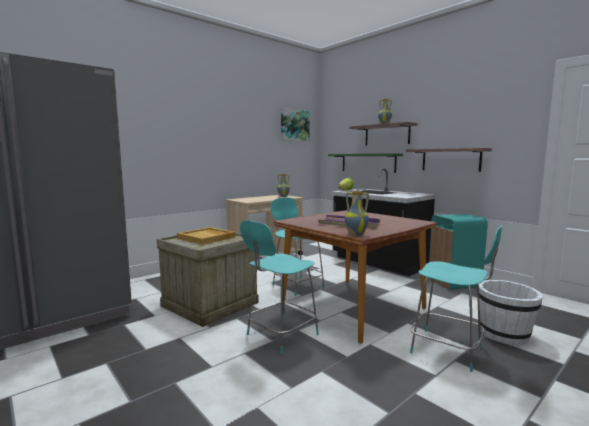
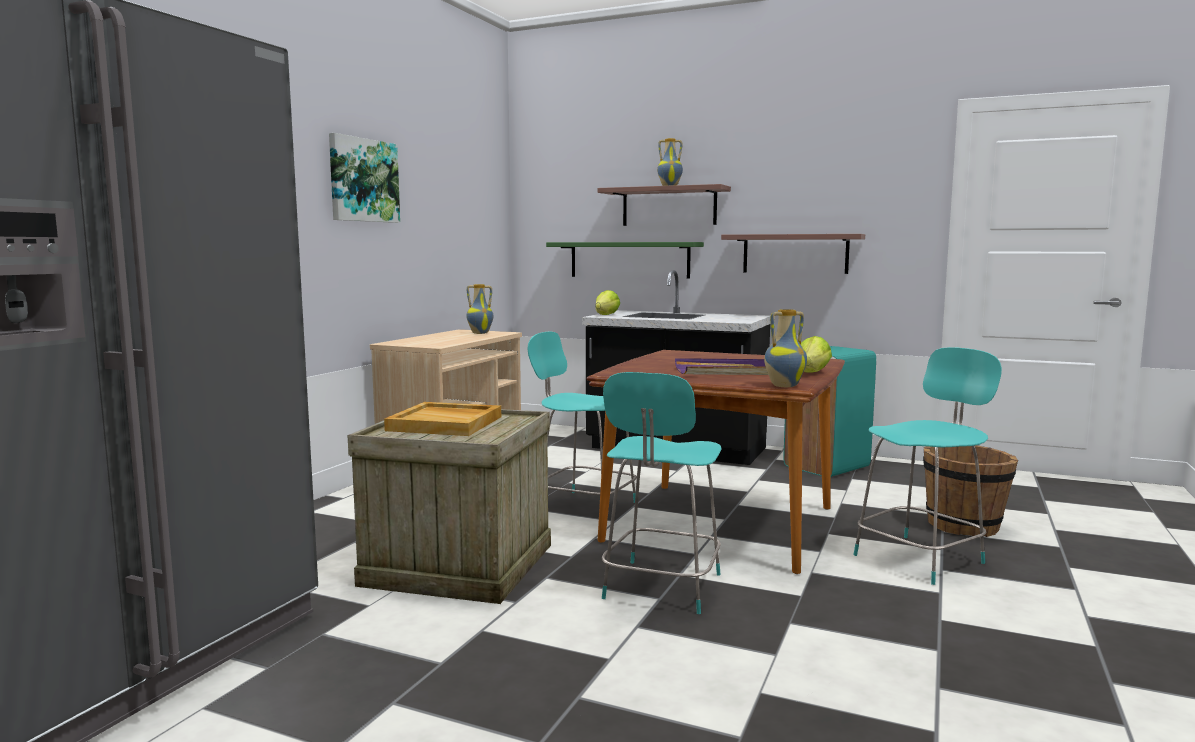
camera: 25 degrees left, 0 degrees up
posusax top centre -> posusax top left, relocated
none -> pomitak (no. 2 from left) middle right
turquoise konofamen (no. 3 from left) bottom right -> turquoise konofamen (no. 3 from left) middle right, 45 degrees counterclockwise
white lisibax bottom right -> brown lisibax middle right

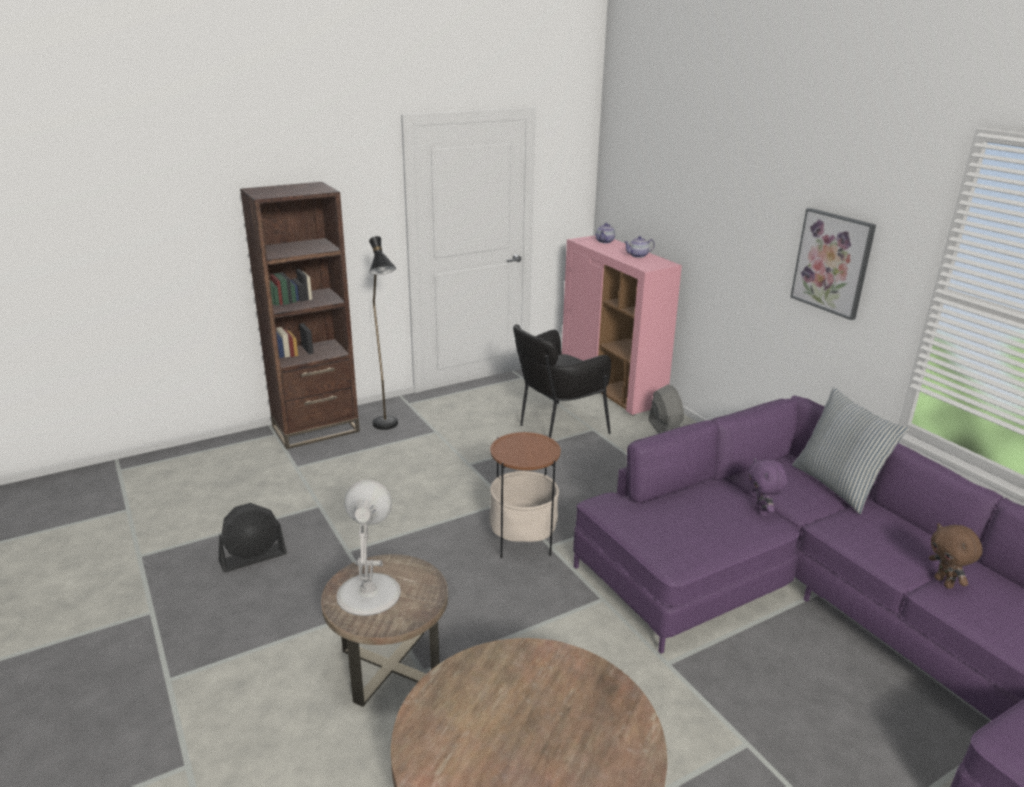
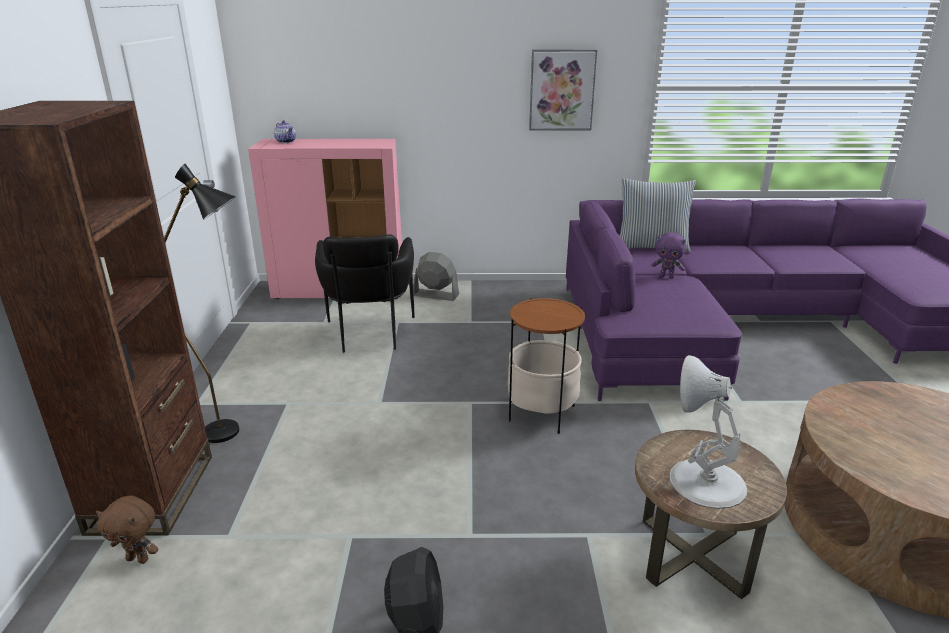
camera: 60 degrees left, 0 degrees up
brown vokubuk bottom right -> brown vokubuk bottom left, relocated
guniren (no. 2 from left) top centre -> none

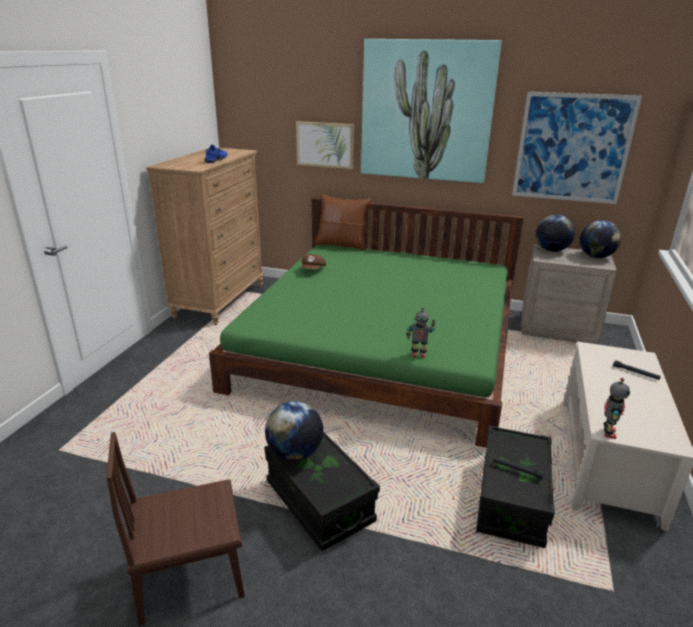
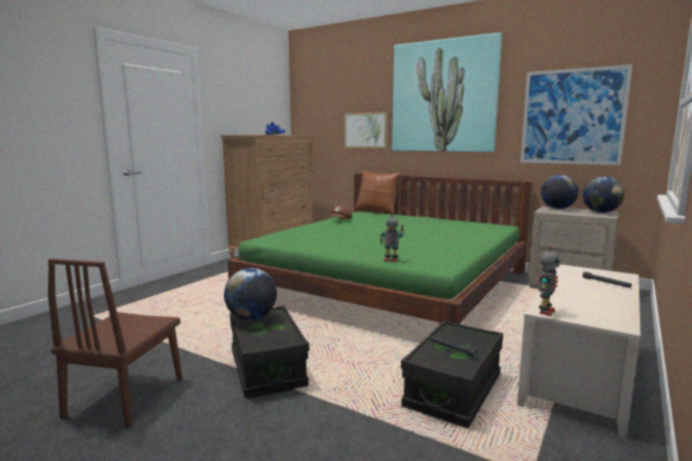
camera: 15 degrees right, 15 degrees down
brown konofamen bottom left, 75 degrees counterclockwise

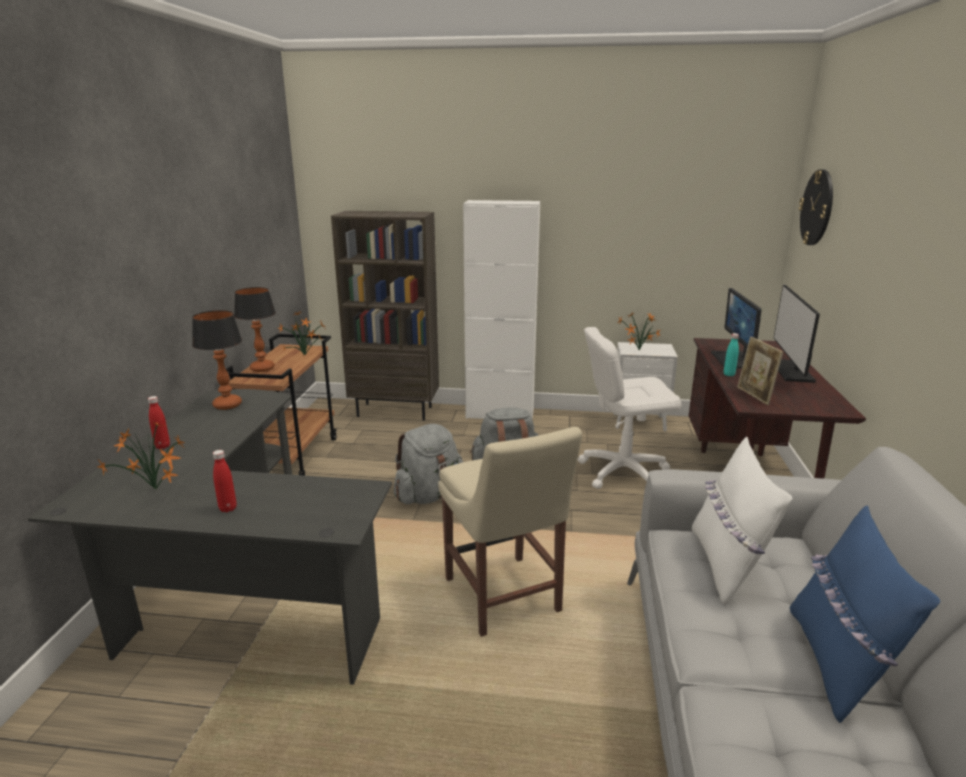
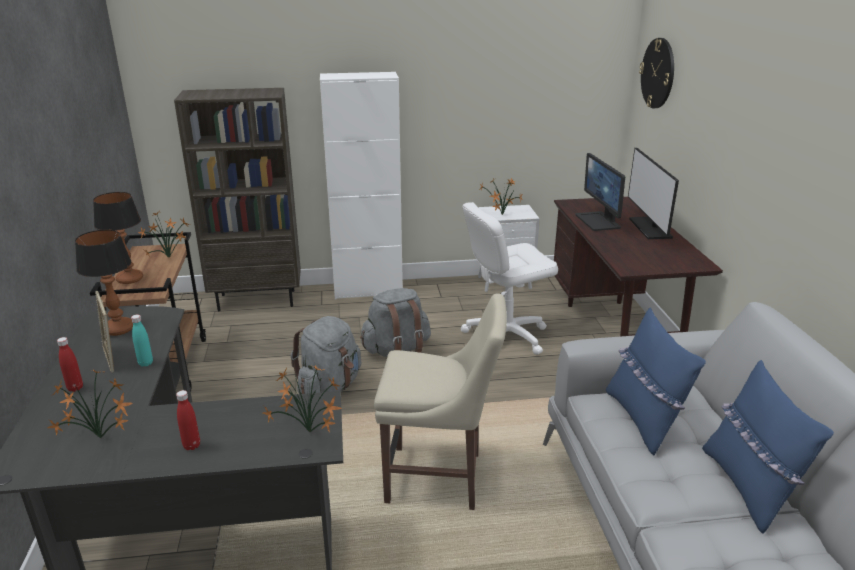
camera: 15 degrees left, 5 degrees up
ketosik middle right -> ketosik middle left, relocated
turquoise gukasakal middle right -> turquoise gukasakal middle left, relocated
none -> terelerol (no. 3 from left) bottom centre
beige konofamen bottom centre, 45 degrees counterclockwise
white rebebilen bottom right -> blue rebebilen (no. 1 from left) bottom right

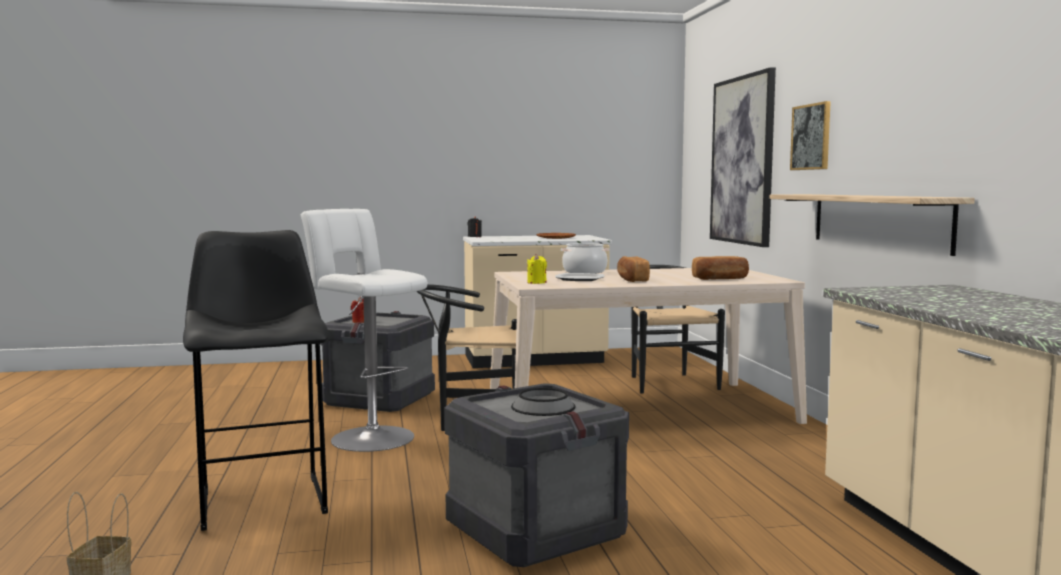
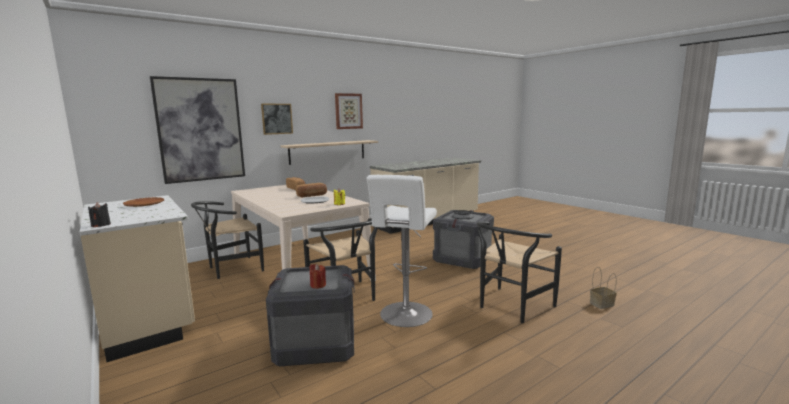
camera: 115 degrees left, 5 degrees up
none -> posusax (no. 3 from left) top centre
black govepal middle left -> black konofamen (no. 3 from left) bottom centre
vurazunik centre -> none

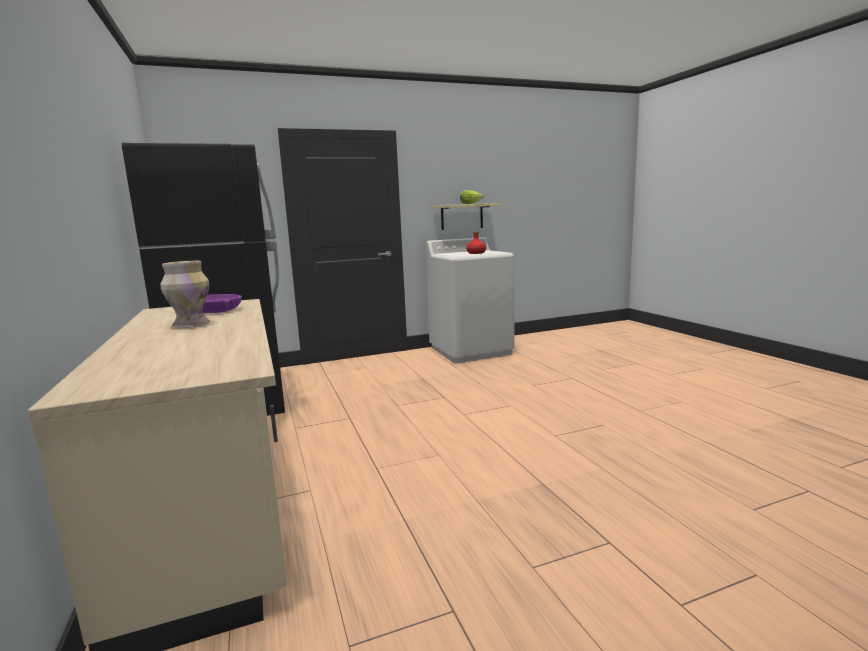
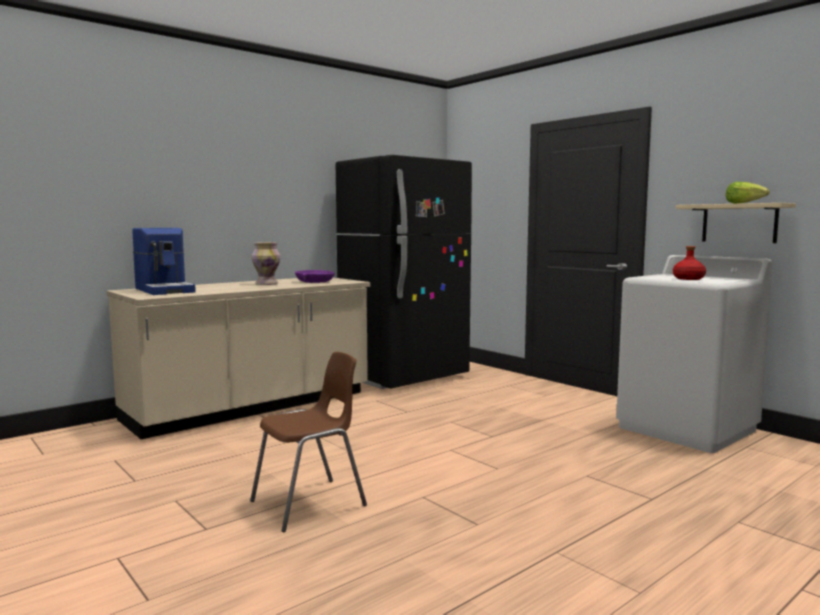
camera: 70 degrees right, 5 degrees down
none -> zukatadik middle left
none -> brown konofamen bottom centre

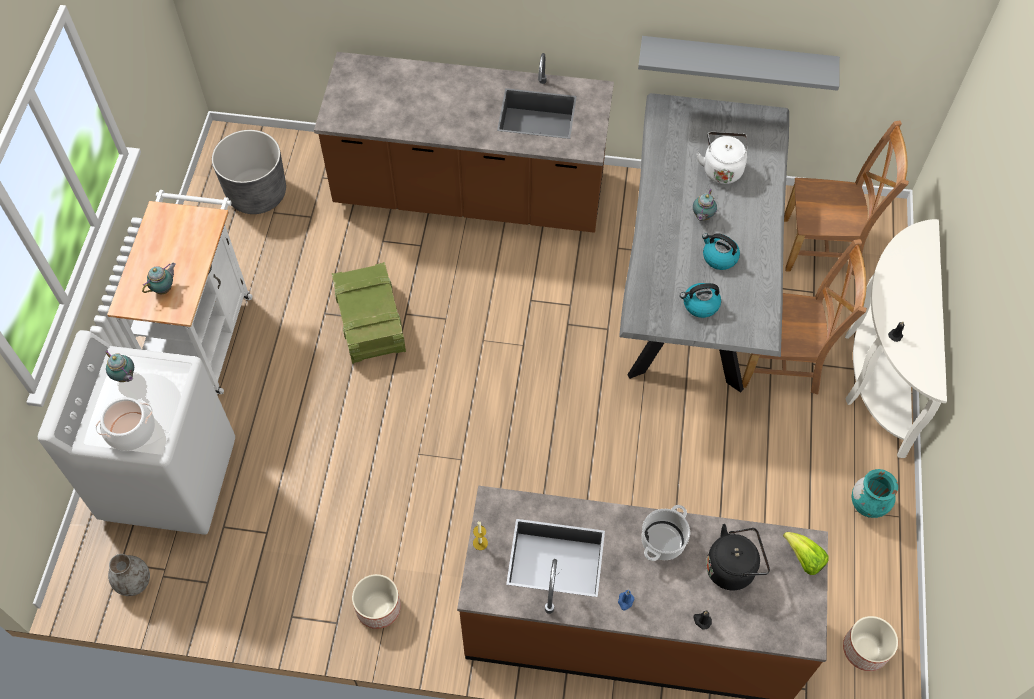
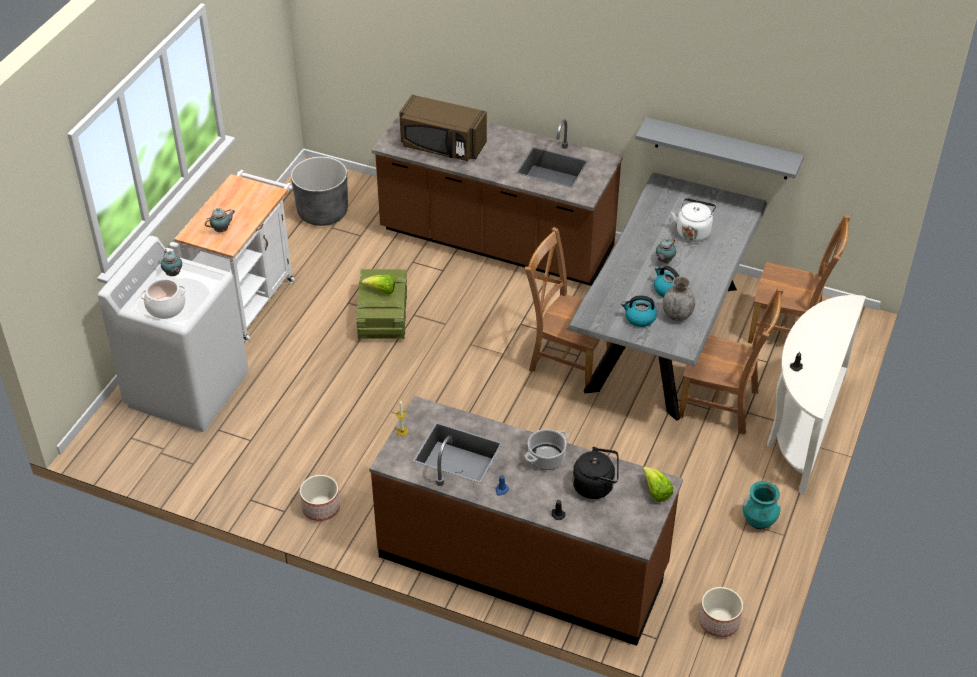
camera: 15 degrees right, 15 degrees down
none -> pomitak (no. 1 from left) centre
none -> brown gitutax top centre
none -> brown konofamen (no. 1 from left) centre
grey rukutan bottom left -> grey rukutan middle right, relocated

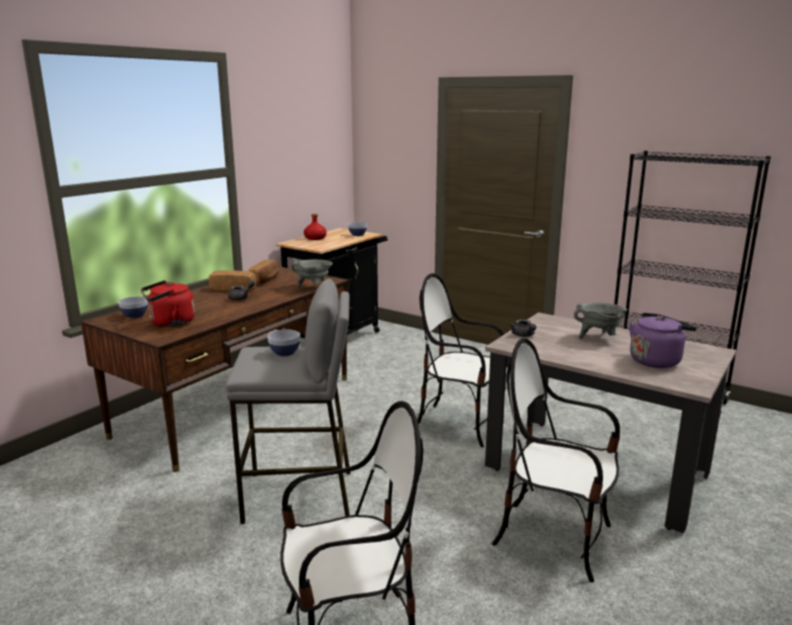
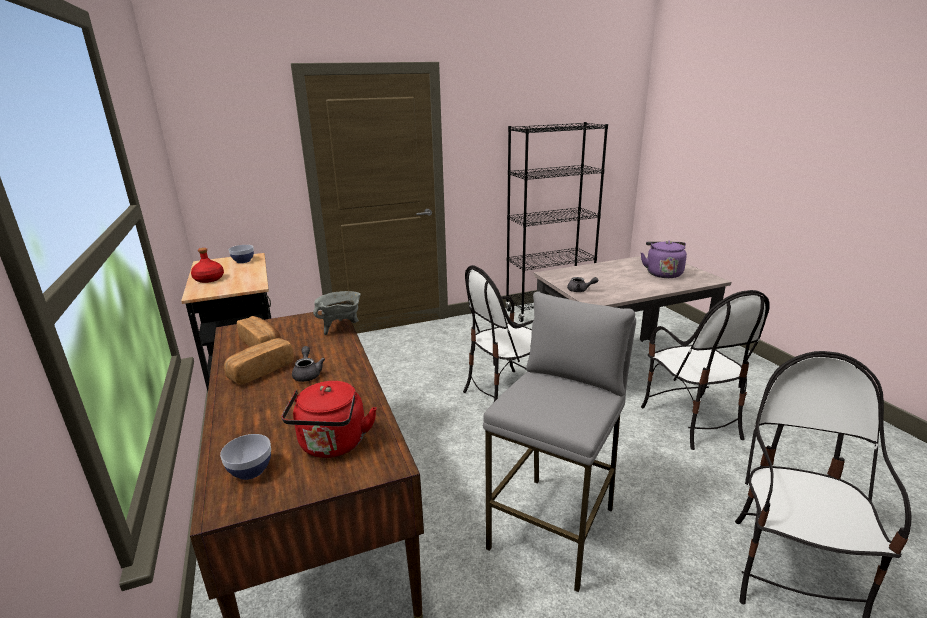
camera: 55 degrees left, 5 degrees up
konofamen (no. 3 from left in the first image) bottom right -> konofamen (no. 2 from left) middle right, 75 degrees counterclockwise
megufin (no. 2 from left) centre -> none
grey vurazunik (no. 2 from left) middle right -> none

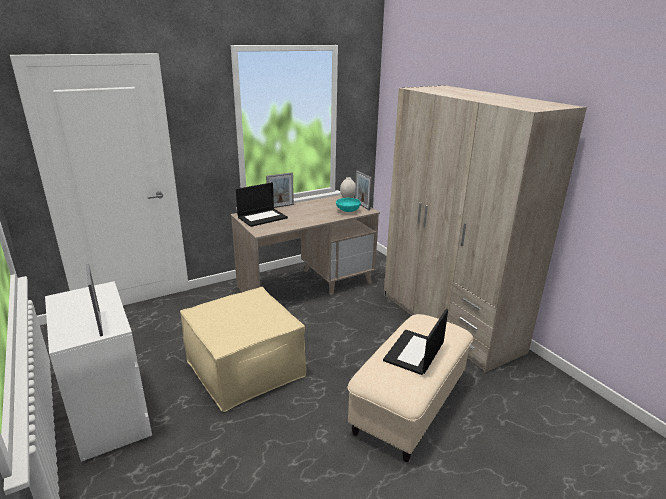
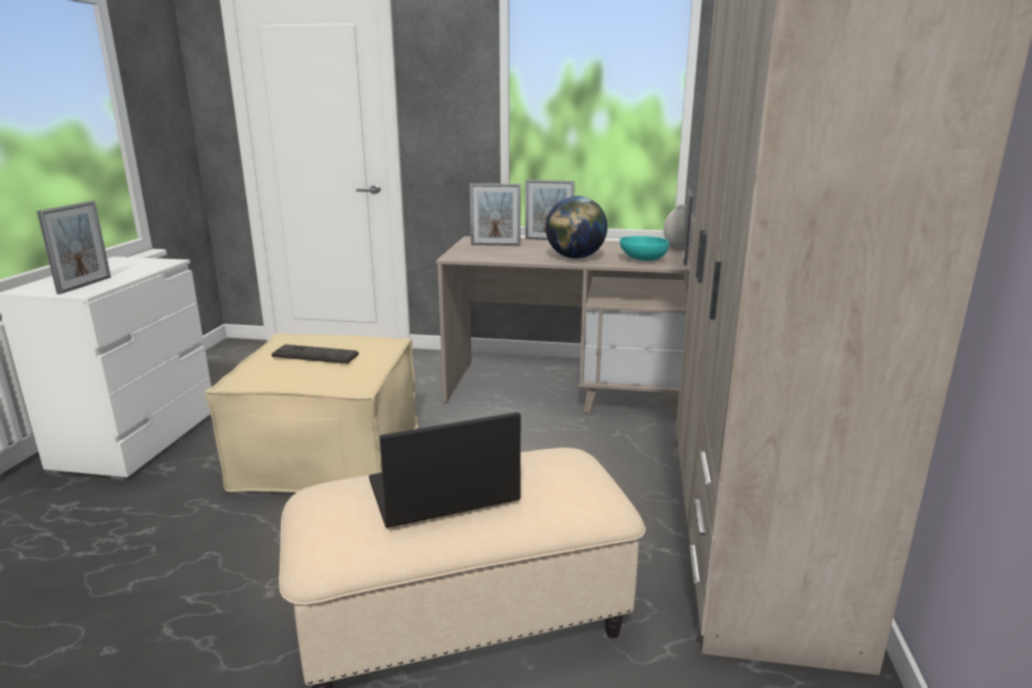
camera: 40 degrees right, 5 degrees down
none -> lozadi middle left
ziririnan (no. 1 from left) centre -> ketosik (no. 2 from left) top centre
none -> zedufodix top centre

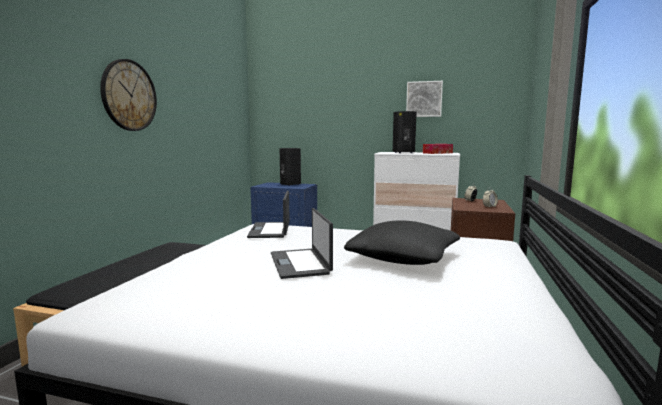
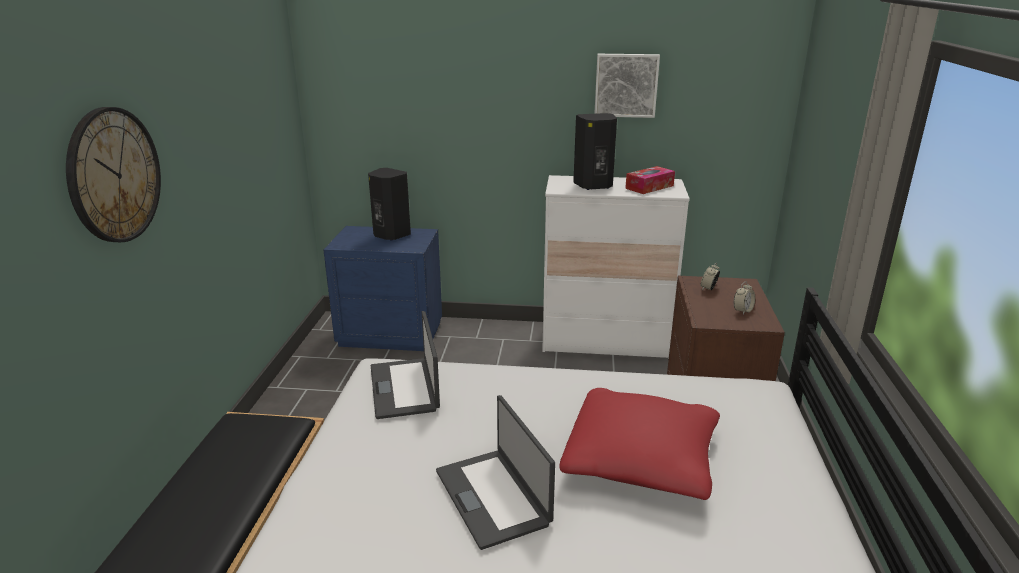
camera: 10 degrees left, 15 degrees up
black rebebilen centre -> red rebebilen bottom centre

